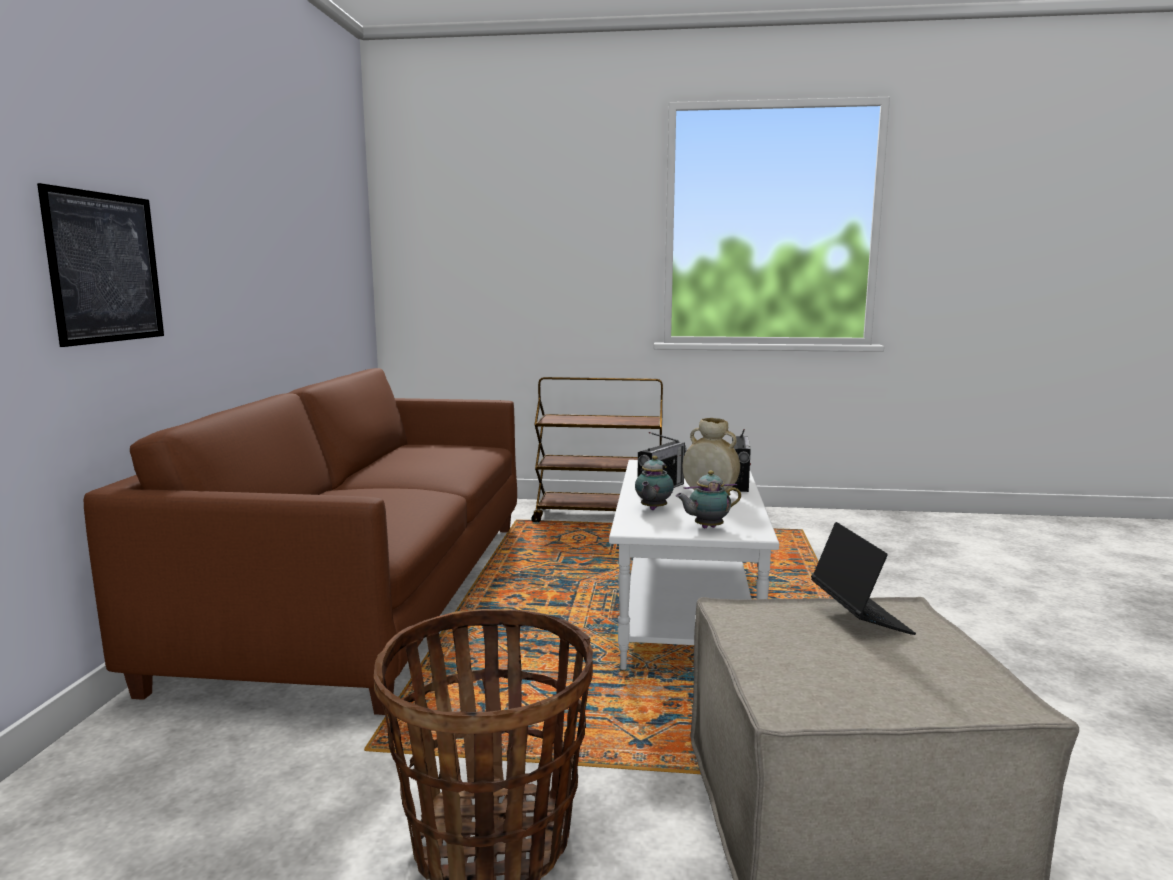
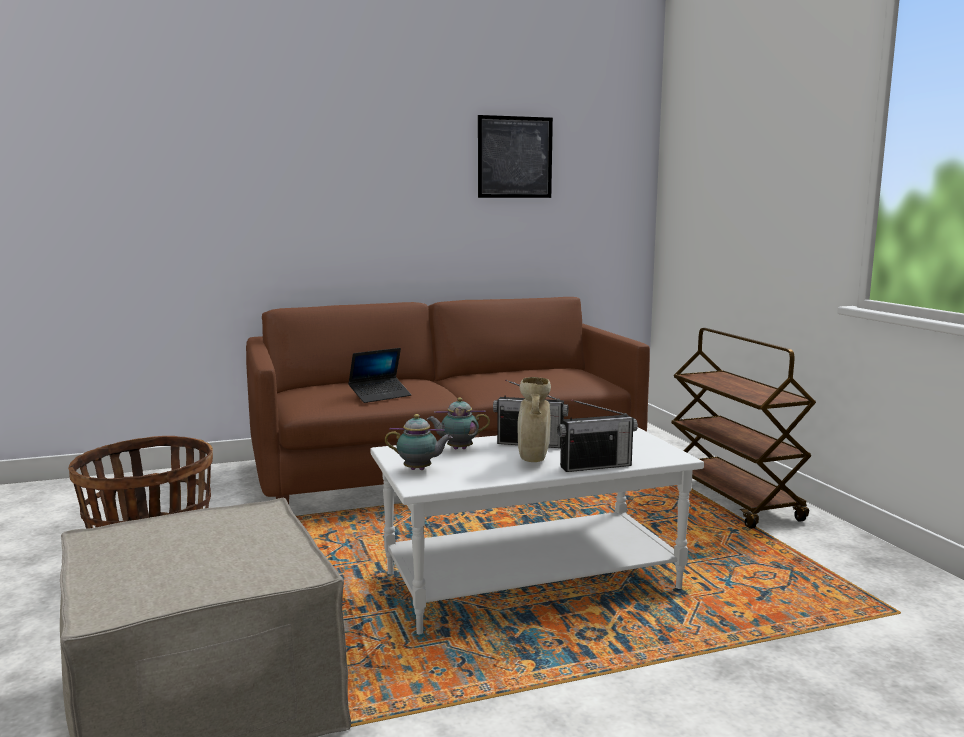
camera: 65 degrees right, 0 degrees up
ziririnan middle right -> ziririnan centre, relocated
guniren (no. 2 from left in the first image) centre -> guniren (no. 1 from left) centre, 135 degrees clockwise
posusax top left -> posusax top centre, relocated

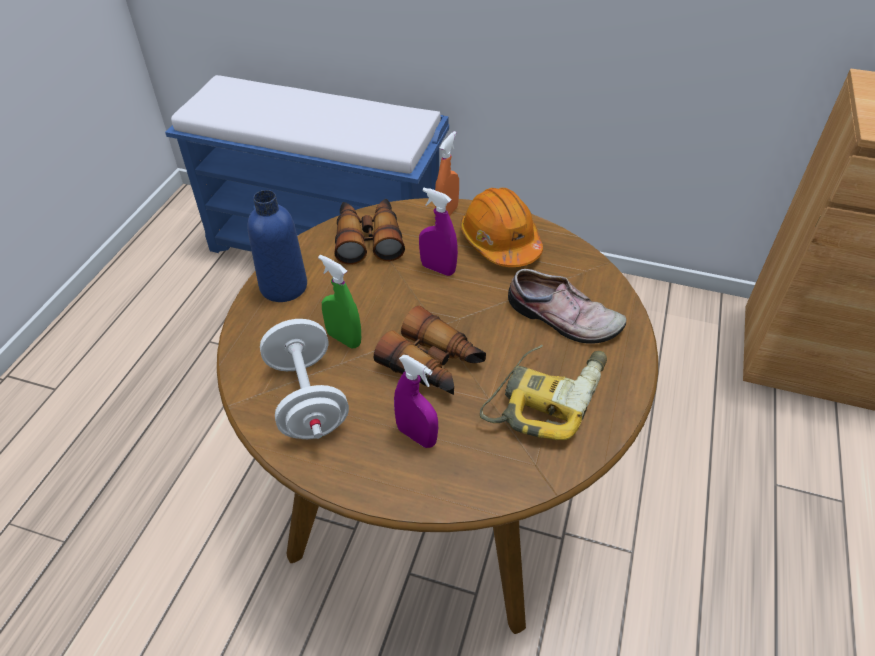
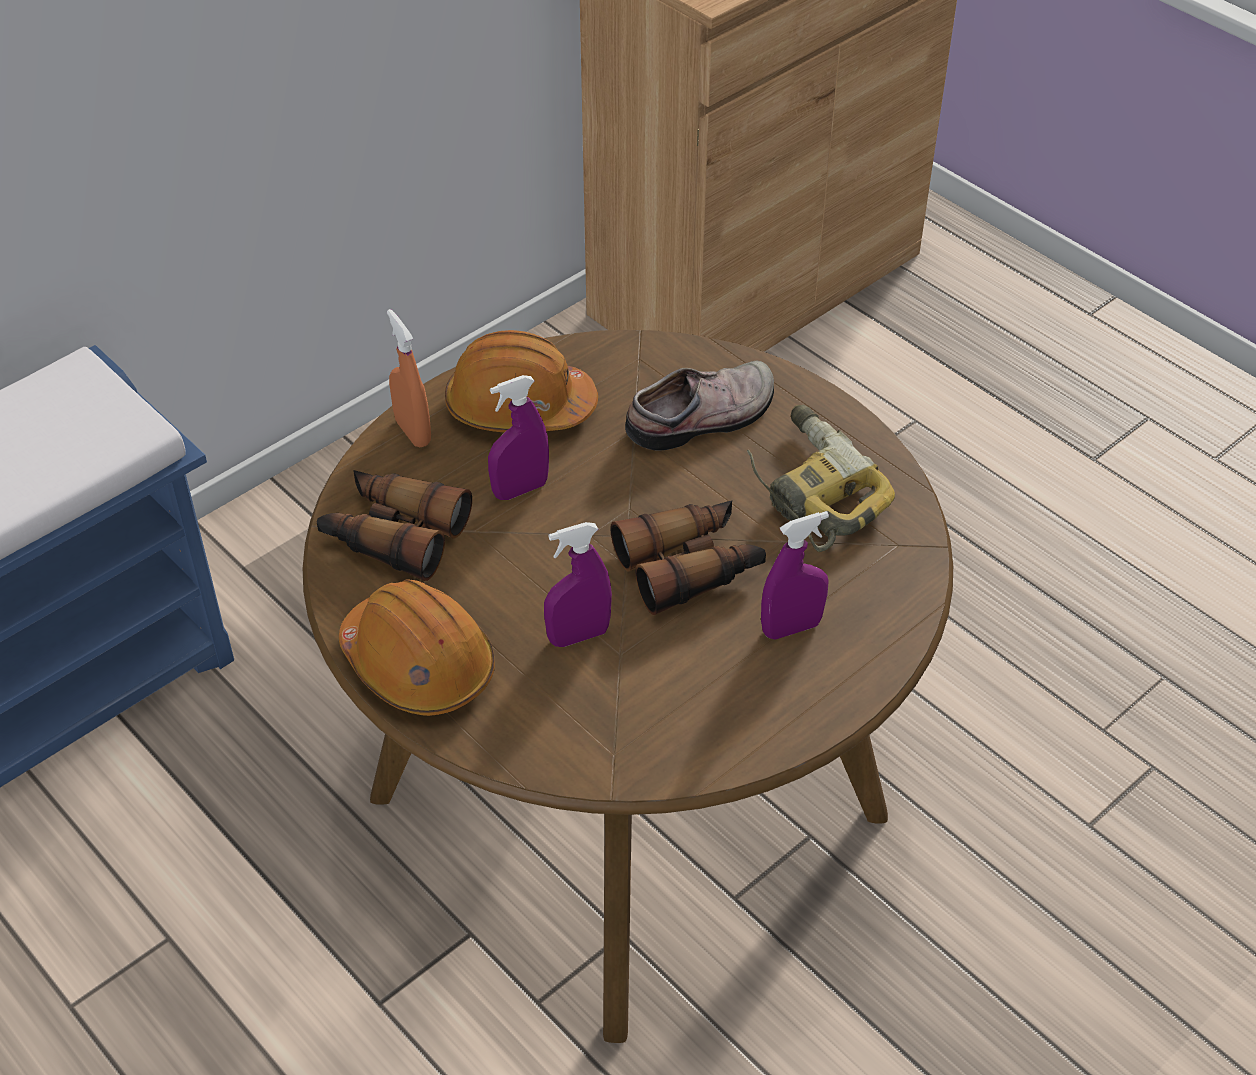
camera: 60 degrees left, 0 degrees up
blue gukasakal middle left -> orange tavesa (no. 1 from left) middle left
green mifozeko centre -> purple mifozeko (no. 2 from left) centre
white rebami centre -> none

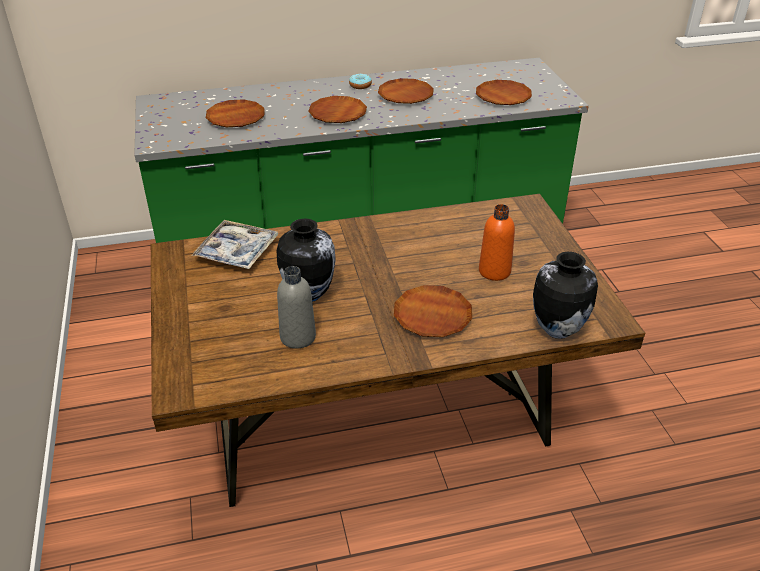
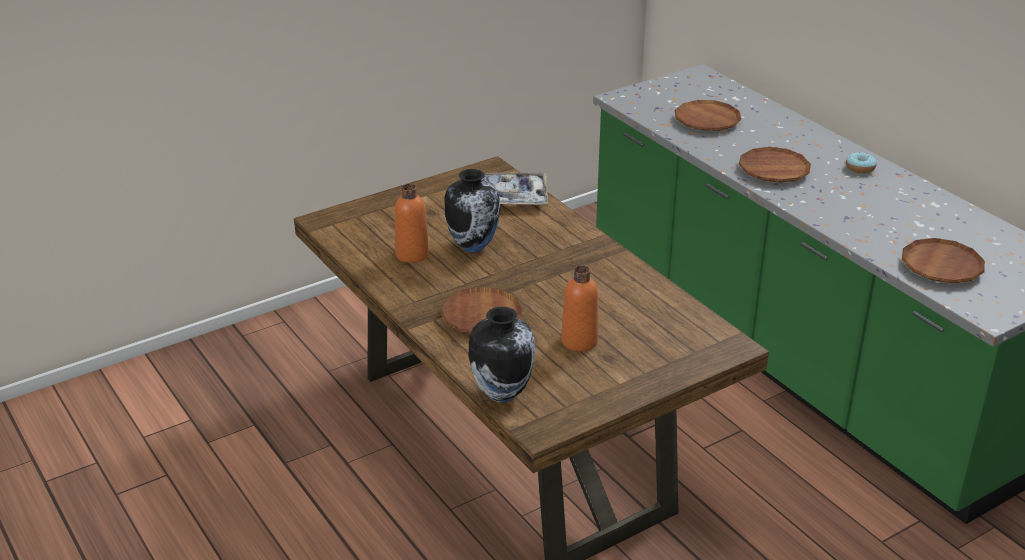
camera: 70 degrees right, 5 degrees down
grey gukasakal centre -> orange gukasakal (no. 1 from left) centre
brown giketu (no. 3 from left) top centre -> none

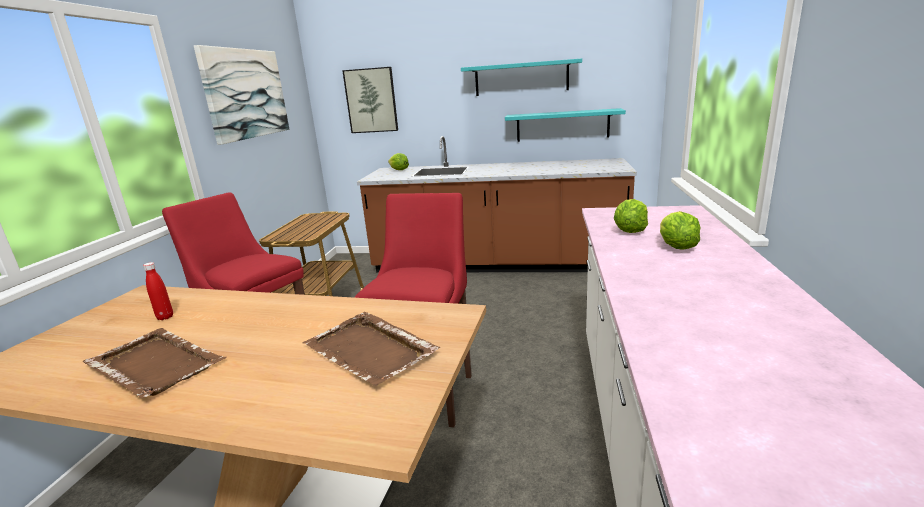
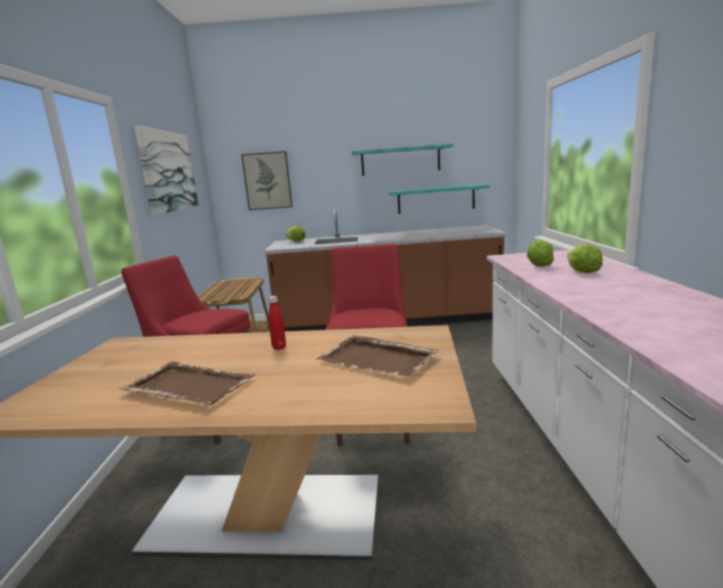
camera: 10 degrees left, 5 degrees down
red gukasakal middle left -> red gukasakal centre, relocated

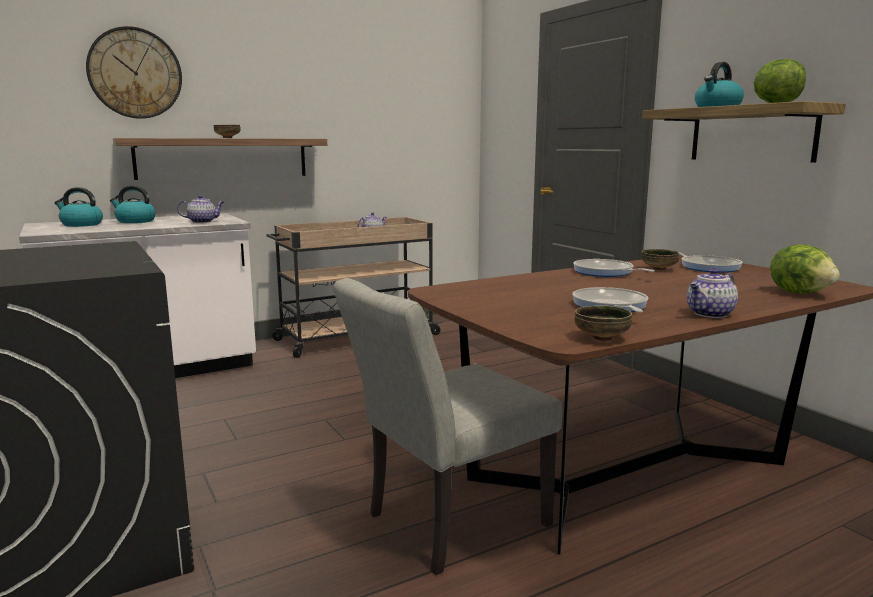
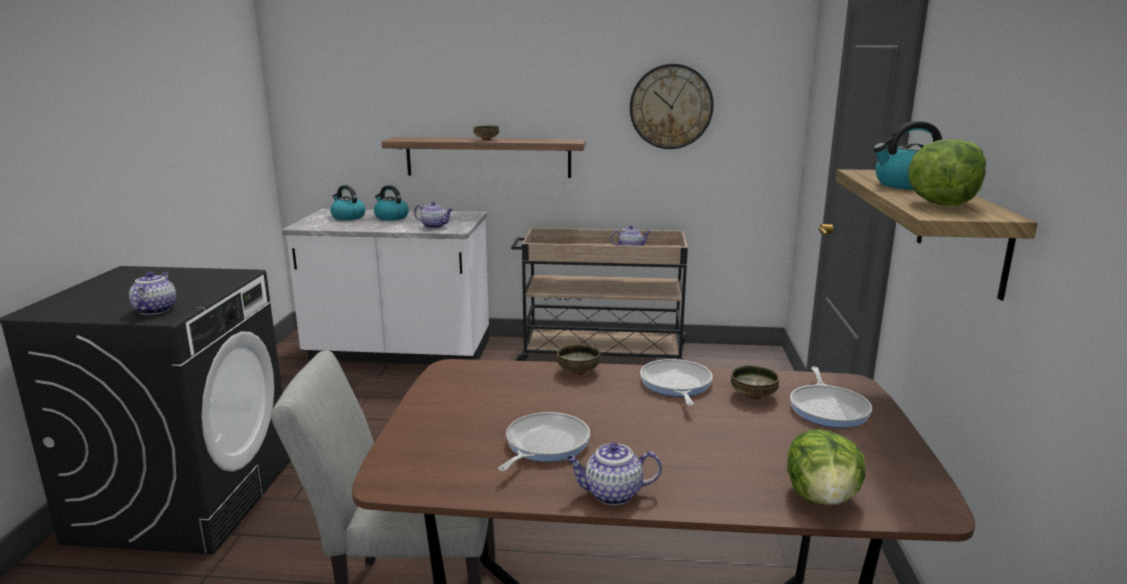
camera: 35 degrees right, 5 degrees up
none -> guniren (no. 1 from left) middle left
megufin (no. 2 from left) middle right -> megufin (no. 2 from left) centre, relocated
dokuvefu top left -> dokuvefu top centre, relocated

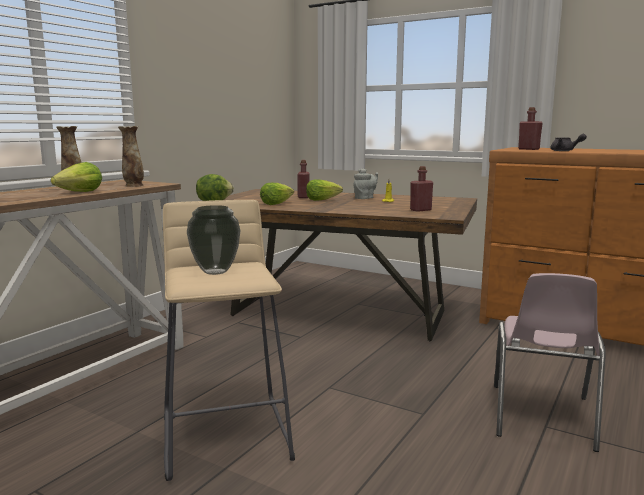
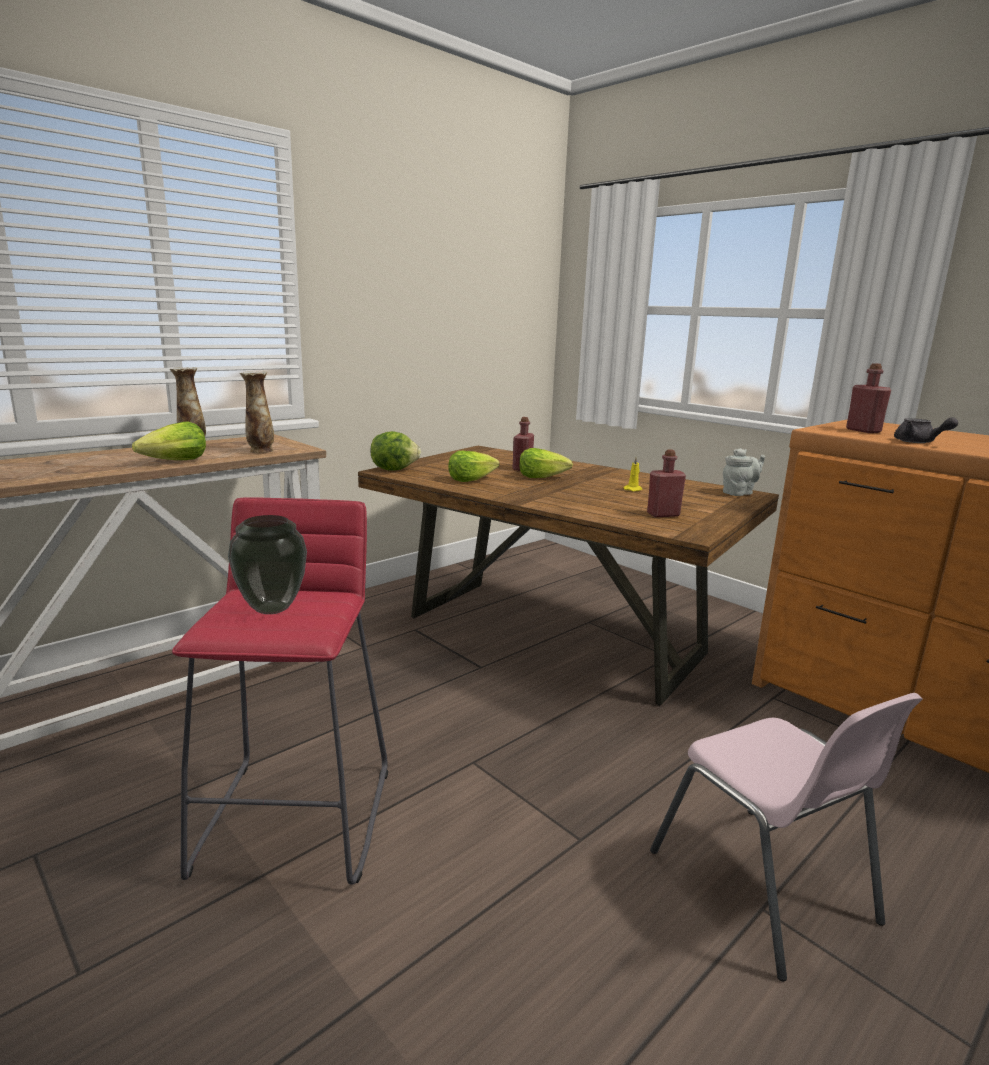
camera: 15 degrees right, 5 degrees up
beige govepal bottom centre -> red govepal middle left
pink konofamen bottom right, 60 degrees counterclockwise
grey guniren (no. 1 from left) centre -> grey guniren (no. 1 from left) middle right, relocated

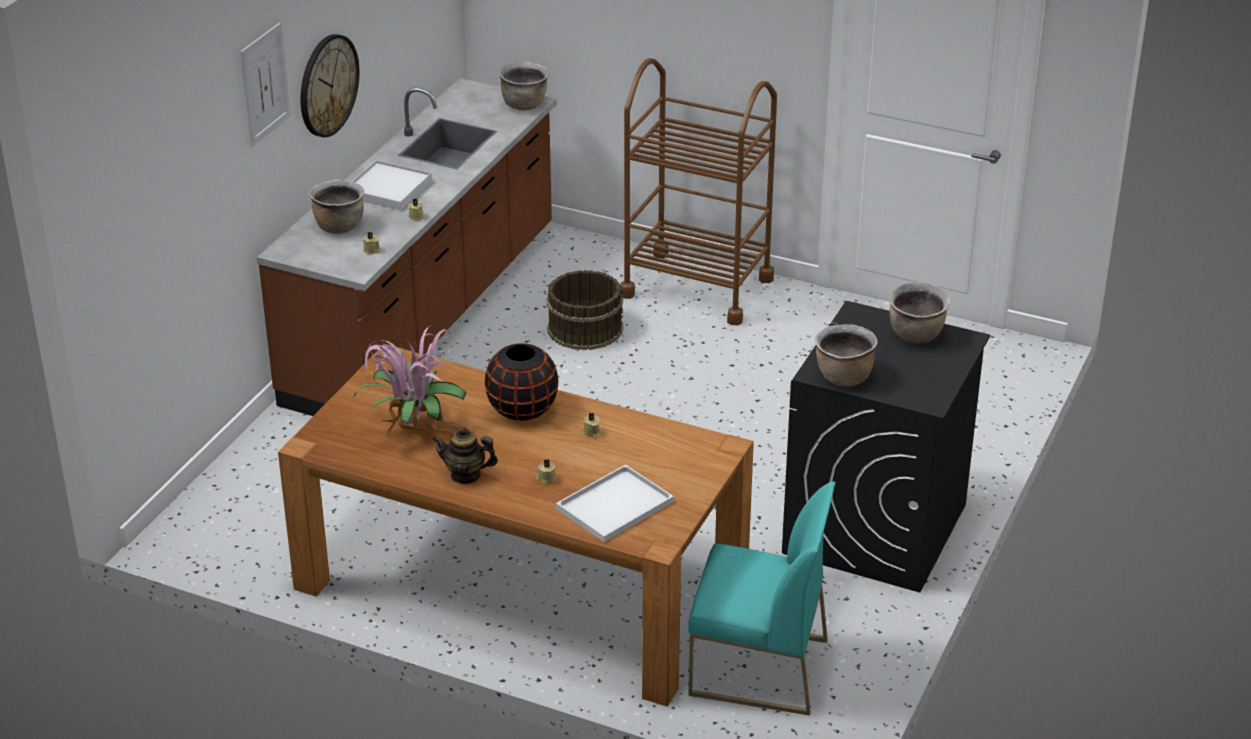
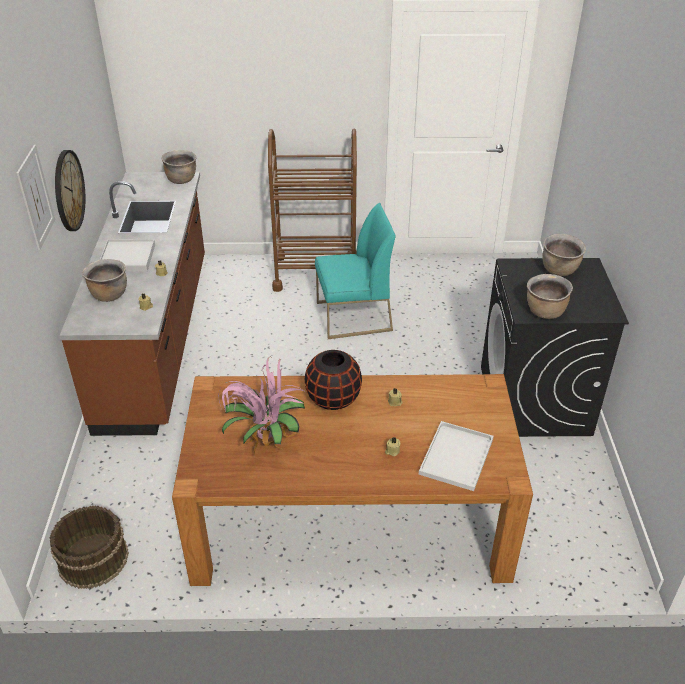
camera: 25 degrees left, 5 degrees up
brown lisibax centre -> brown lisibax bottom left, relocated
turquoise konofamen bottom centre -> turquoise konofamen centre, relocated
guniren centre -> none

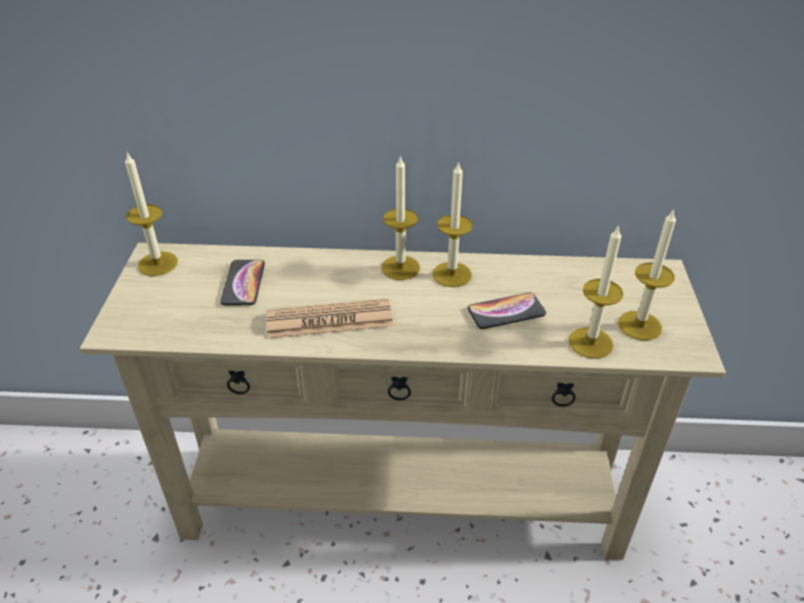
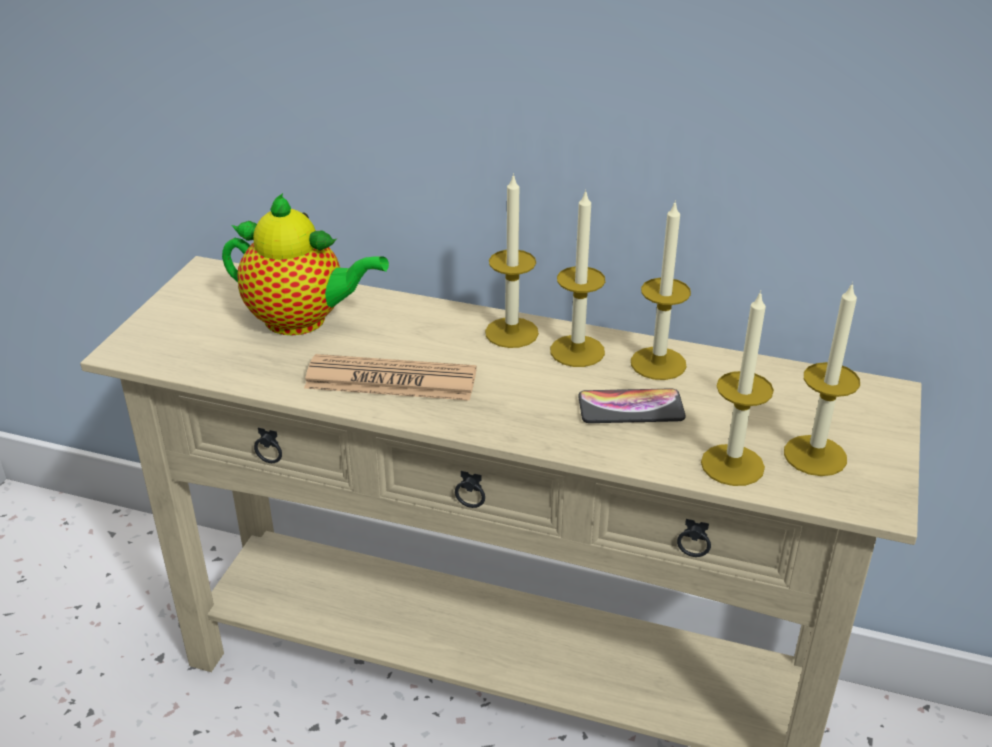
camera: 15 degrees right, 5 degrees down
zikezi (no. 1 from left) middle left -> guniren middle left
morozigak (no. 1 from left in the first image) middle left -> morozigak (no. 3 from left) centre, relocated

